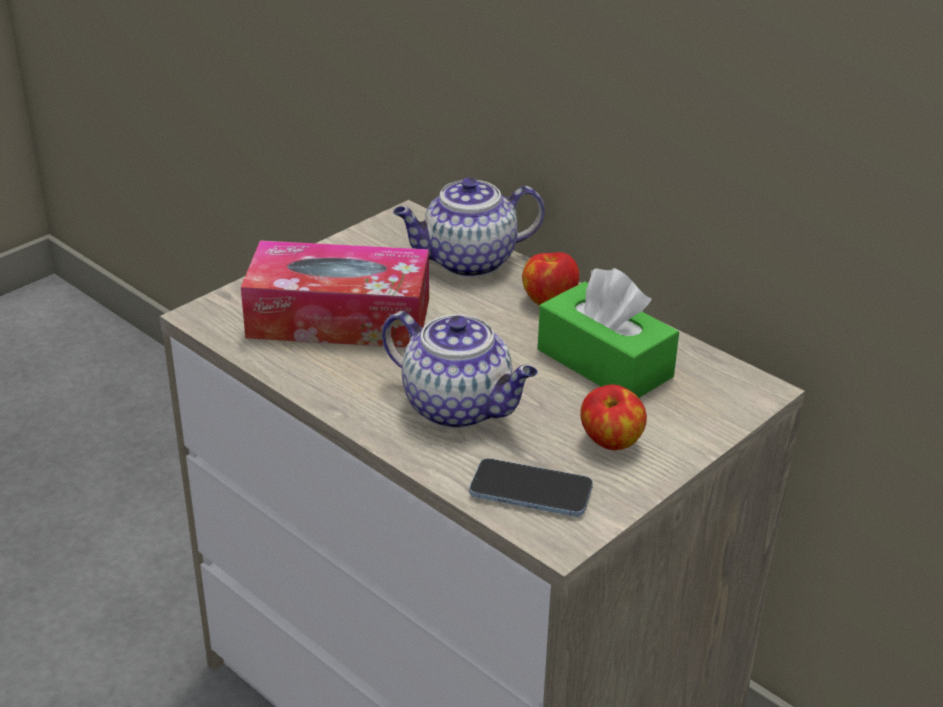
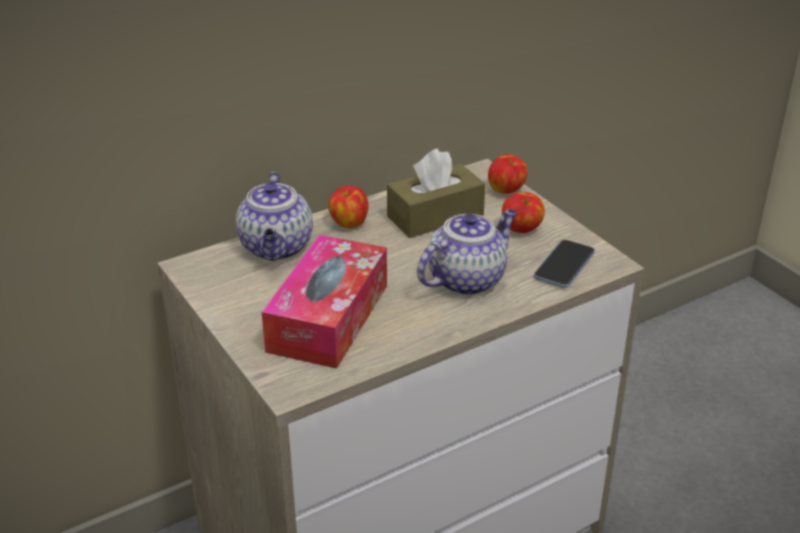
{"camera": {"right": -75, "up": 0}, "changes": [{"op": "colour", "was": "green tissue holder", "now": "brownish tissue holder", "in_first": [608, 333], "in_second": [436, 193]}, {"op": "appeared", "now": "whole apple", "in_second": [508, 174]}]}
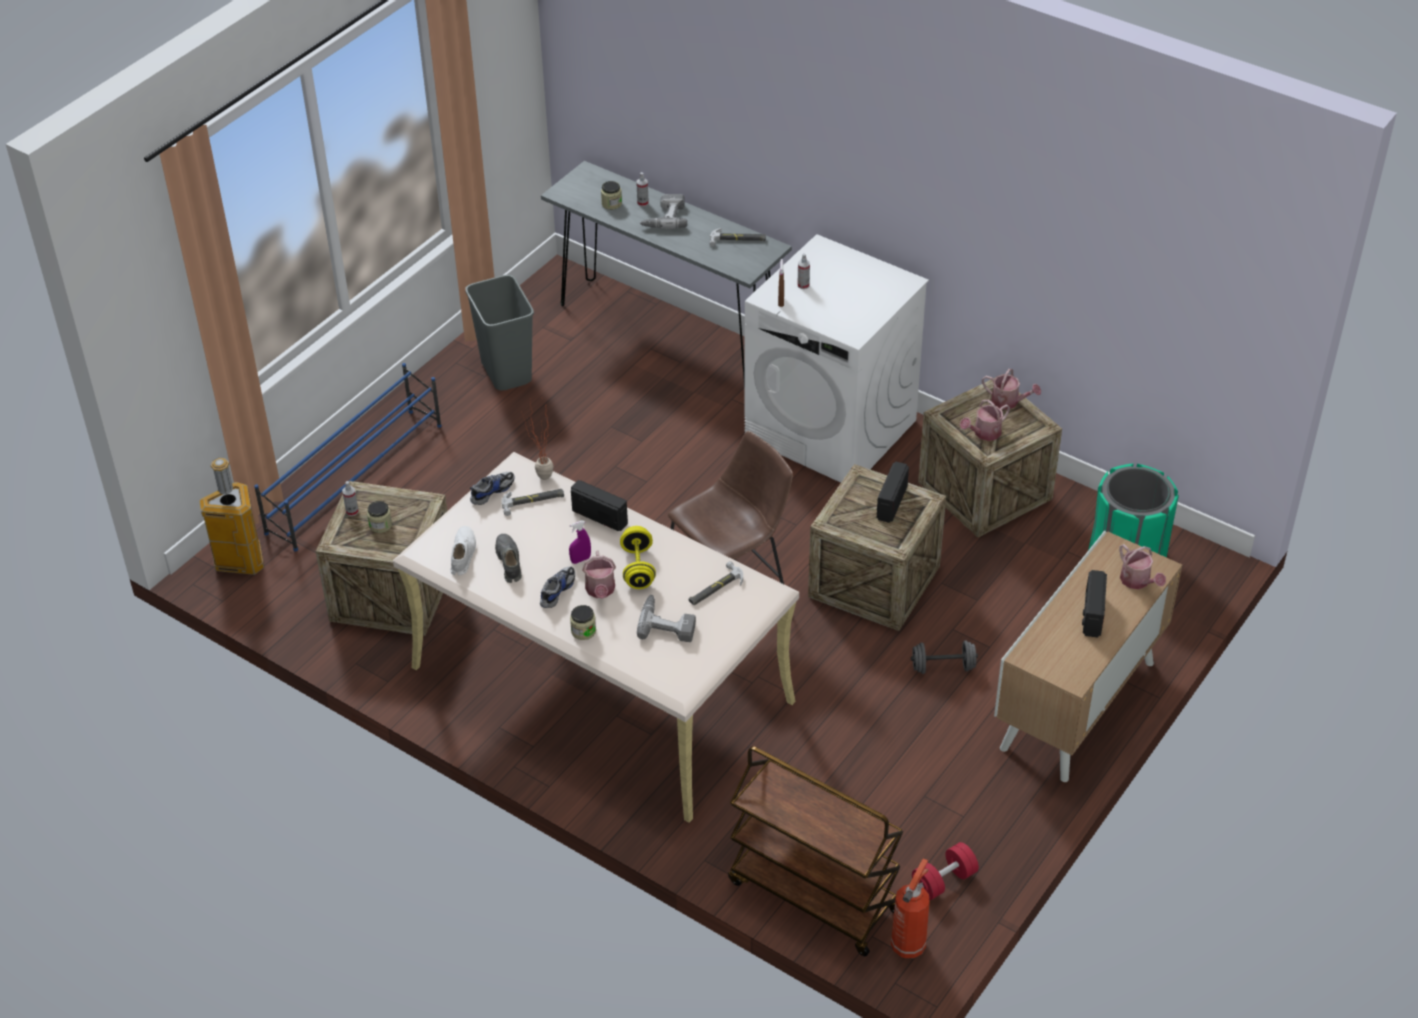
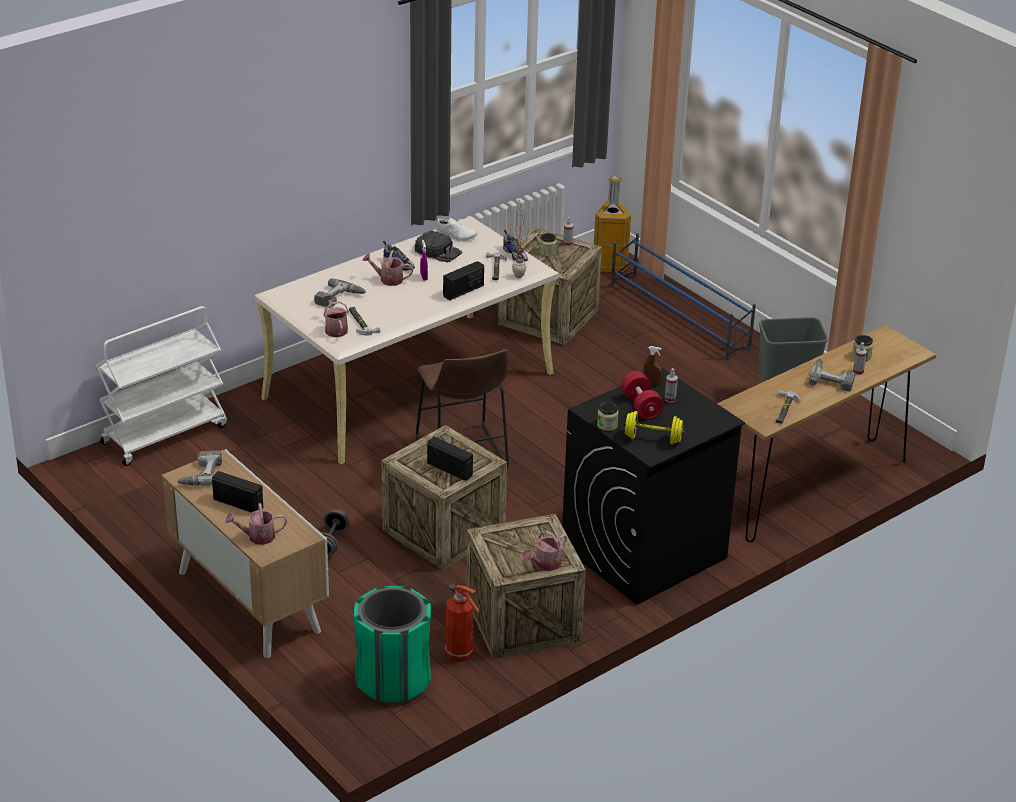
{"camera": {"right": 105, "up": -10}, "changes": [{"op": "exchanged", "was": "greyish item of footwear", "now": "black cap", "in_first": [508, 558], "in_second": [438, 246]}, {"op": "colour", "was": "greyish console table", "now": "brownish console table", "in_first": [666, 274], "in_second": [826, 433]}, {"op": "relocated", "was": "jar", "in_first": [583, 622], "in_second": [608, 416]}, {"op": "relocated", "was": "yellowish dumbbell", "in_first": [638, 557], "in_second": [654, 427]}, {"op": "colour", "was": "brownish cart", "now": "white-coloured cart", "in_first": [816, 851], "in_second": [161, 386]}, {"op": "colour", "was": "white-coloured laundry appliance", "now": "black laundry appliance", "in_first": [837, 358], "in_second": [653, 486]}, {"op": "relocated", "was": "fire-fighting cylinder", "in_first": [910, 908], "in_second": [462, 623]}, {"op": "relocated", "was": "red dumbbell", "in_first": [945, 871], "in_second": [642, 395]}, {"op": "relocated", "was": "watering pot", "in_first": [985, 420], "in_second": [336, 316]}, {"op": "appeared", "now": "drill", "in_second": [199, 468]}]}
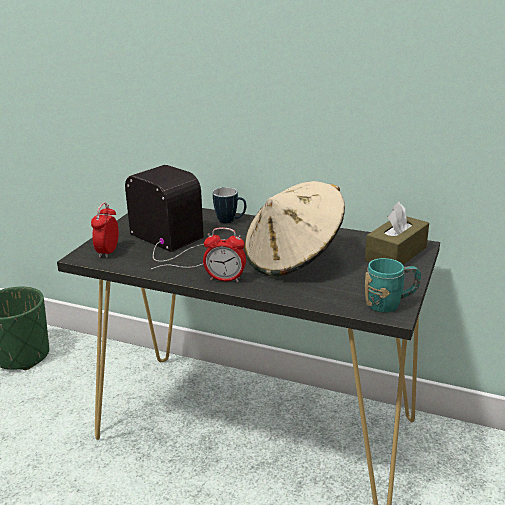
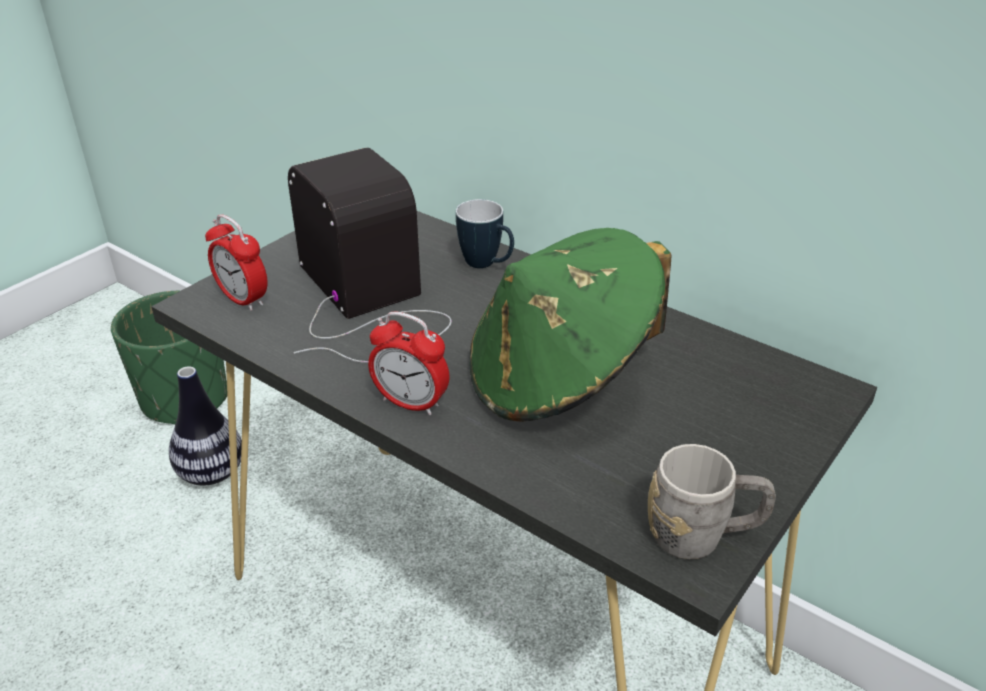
{"camera": {"right": 15, "up": 10}, "changes": [{"op": "spun", "was": "table clock", "in_first": [105, 230], "in_second": [236, 262], "clockwise": -75}, {"op": "colour", "was": "beige wearable hat", "now": "green wearable hat", "in_first": [294, 229], "in_second": [570, 325]}, {"op": "missing", "was": "brownish tissue holder", "in_first": [397, 233]}, {"op": "colour", "was": "turquoise coffee mug", "now": "greyish coffee mug", "in_first": [393, 285], "in_second": [712, 502]}, {"op": "appeared", "now": "decorative vase", "in_second": [205, 425]}]}
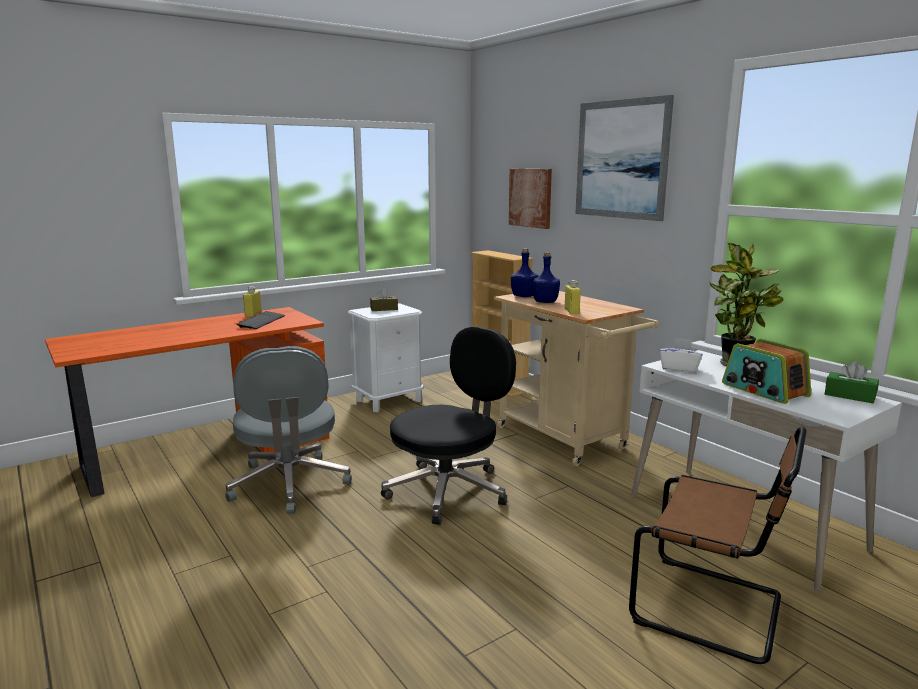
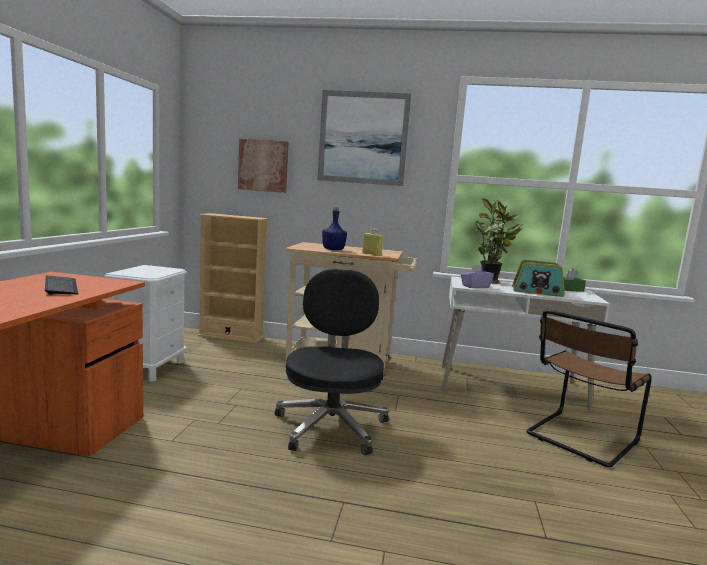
{"camera": {"right": -45, "up": -5}, "changes": [{"op": "missing", "was": "greyish desk chair", "in_first": [288, 430]}, {"op": "missing", "was": "yellowish beverage bottle", "in_first": [252, 301]}, {"op": "missing", "was": "brownish tissue holder", "in_first": [384, 299]}, {"op": "missing", "was": "bluish beverage bottle", "in_first": [525, 272]}, {"op": "spun", "was": "brownish plain chair", "in_first": [718, 545], "in_second": [589, 388], "clockwise": 150}, {"op": "colour", "was": "white-coloured tissue holder", "now": "purplish tissue holder", "in_first": [681, 355], "in_second": [477, 276]}]}
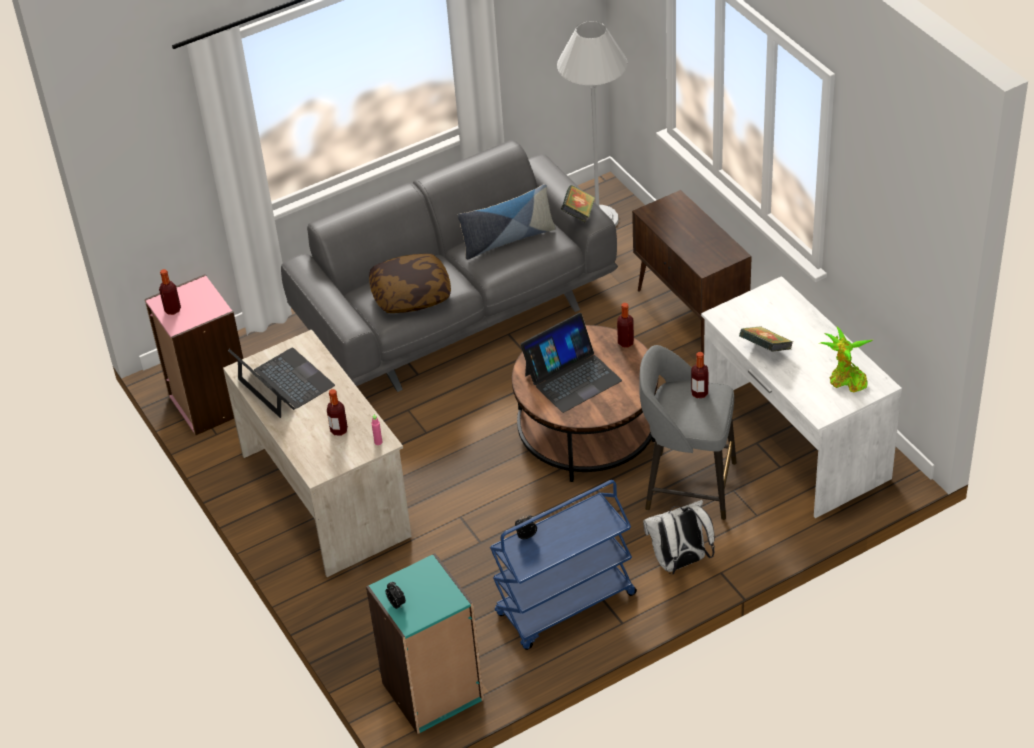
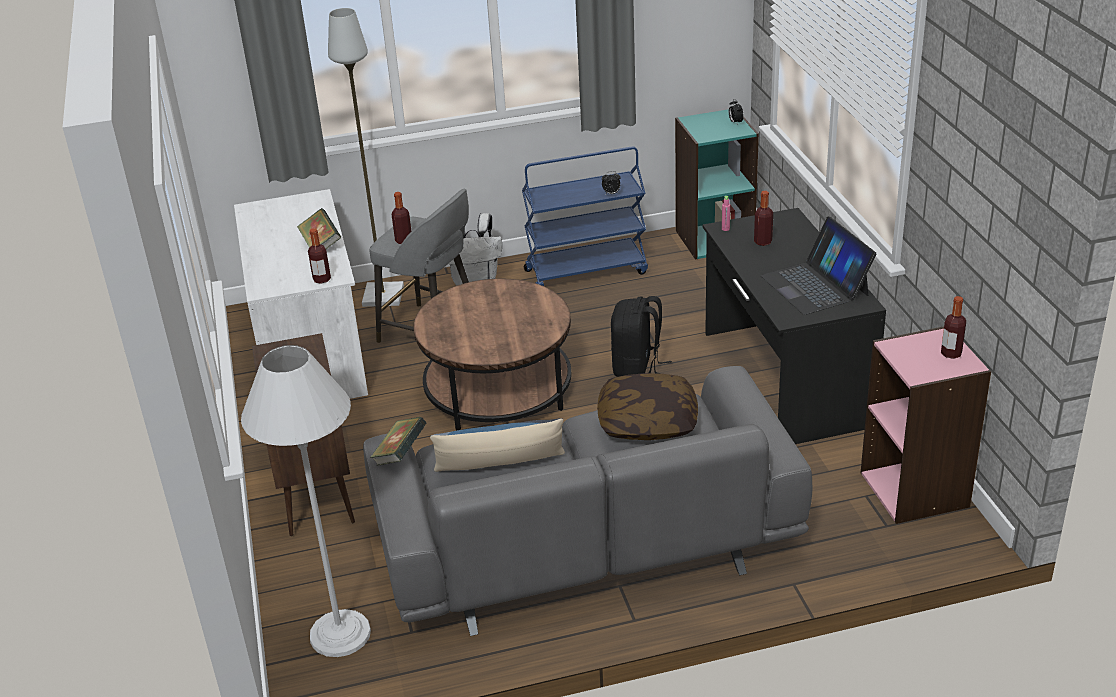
{"camera": {"right": -165, "up": -10}, "changes": [{"op": "colour", "was": "beige desk unit", "now": "black desk unit", "in_first": [317, 453], "in_second": [794, 326]}, {"op": "missing", "was": "notebook computer", "in_first": [571, 363]}, {"op": "relocated", "was": "beverage bottle", "in_first": [625, 325], "in_second": [319, 256]}, {"op": "missing", "was": "plant in a pot", "in_first": [845, 359]}, {"op": "appeared", "now": "greyish standing lamp", "in_second": [366, 157]}, {"op": "appeared", "now": "black backpack", "in_second": [641, 336]}]}
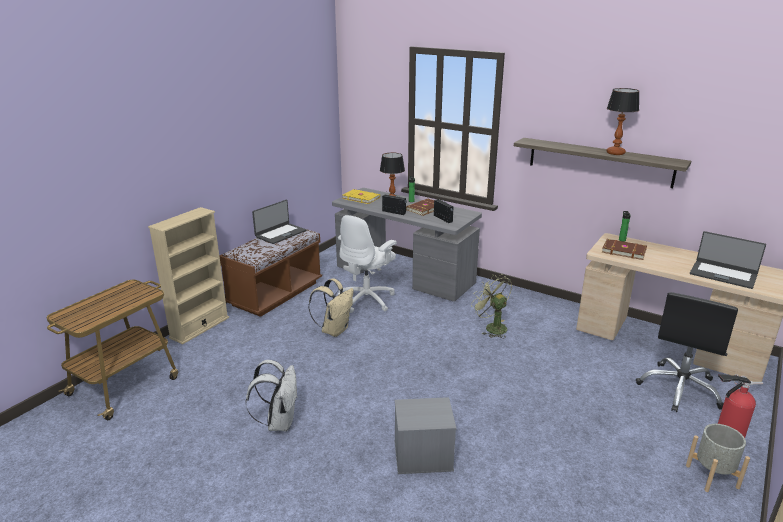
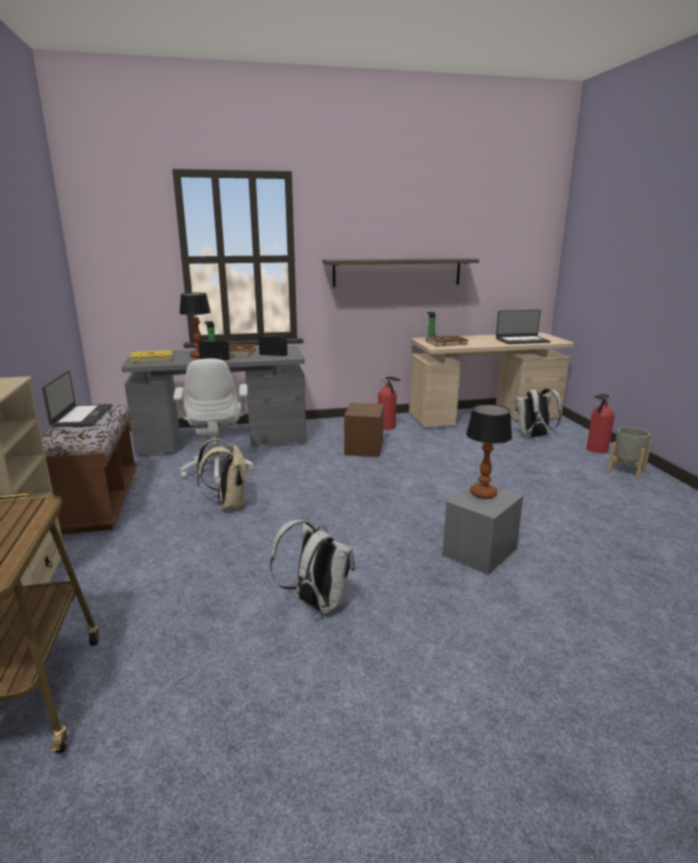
{"camera": {"right": -45, "up": -5}, "changes": [{"op": "exchanged", "was": "green cooling fan", "now": "brownish storage box", "in_first": [491, 306], "in_second": [364, 430]}, {"op": "relocated", "was": "table lamp", "in_first": [622, 121], "in_second": [489, 451]}, {"op": "exchanged", "was": "black desk chair", "now": "white-coloured backpack", "in_first": [687, 352], "in_second": [537, 413]}, {"op": "appeared", "now": "fire-fighting cylinder", "in_second": [389, 403]}]}
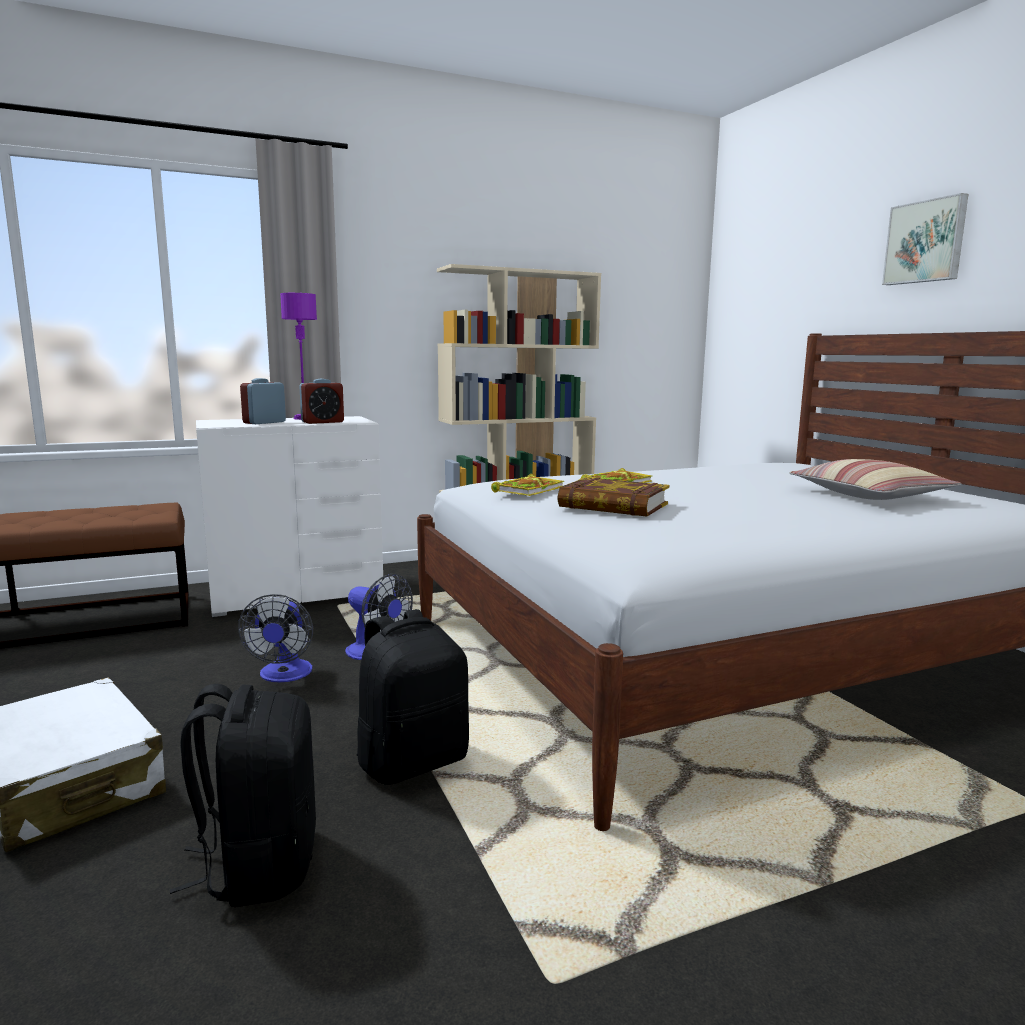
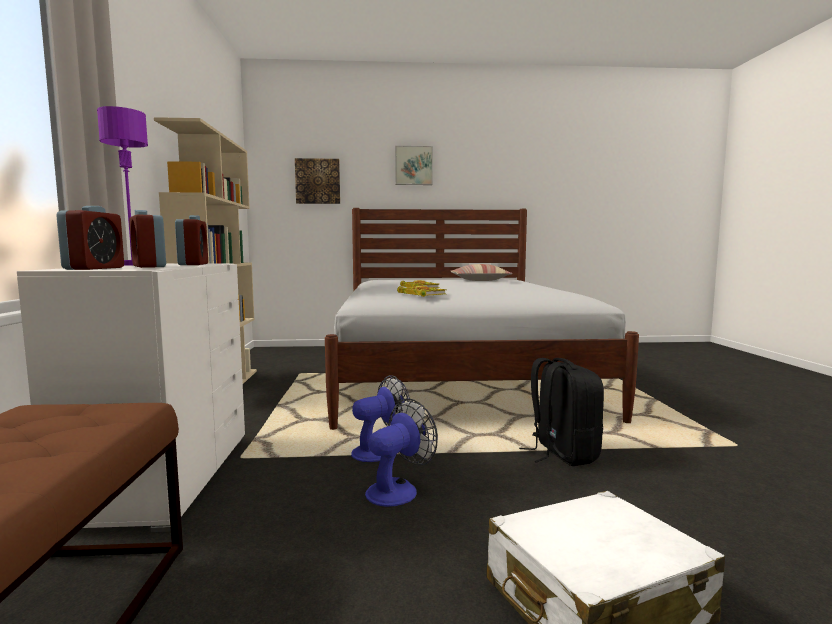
{"camera": {"right": -70, "up": -5}, "changes": [{"op": "missing", "was": "black backpack", "in_first": [243, 795]}, {"op": "spun", "was": "cooling fan", "in_first": [275, 638], "in_second": [401, 453], "clockwise": -60}, {"op": "missing", "was": "bound book", "in_first": [613, 497]}, {"op": "appeared", "now": "table clock", "in_second": [90, 238]}, {"op": "appeared", "now": "wall picture", "in_second": [317, 181]}]}
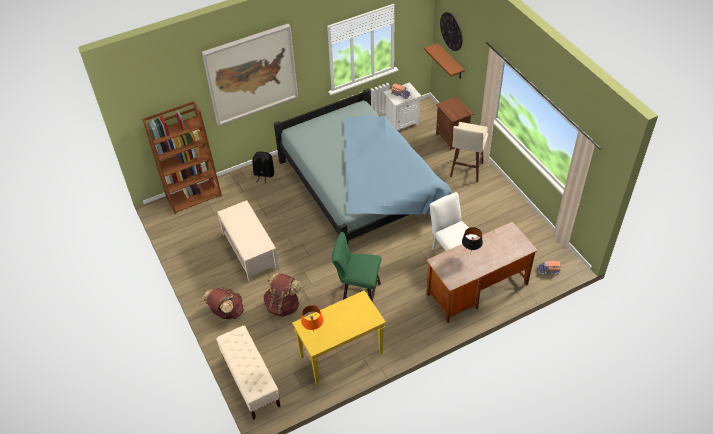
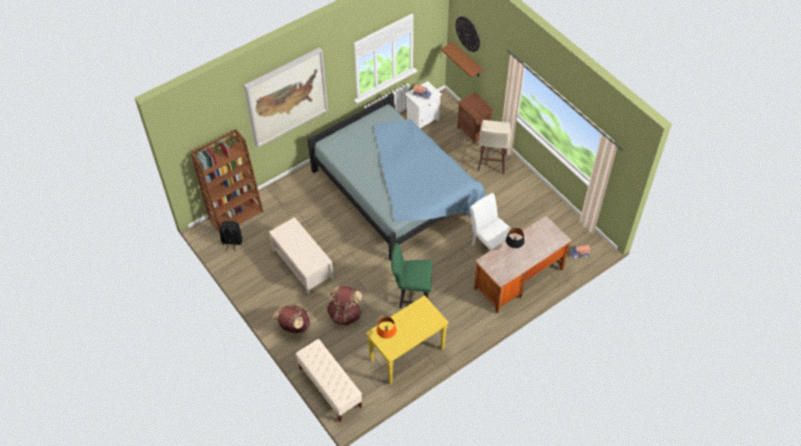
{"camera": {"right": -10, "up": 5}, "changes": [{"op": "relocated", "was": "black backpack", "in_first": [263, 167], "in_second": [231, 236]}]}
